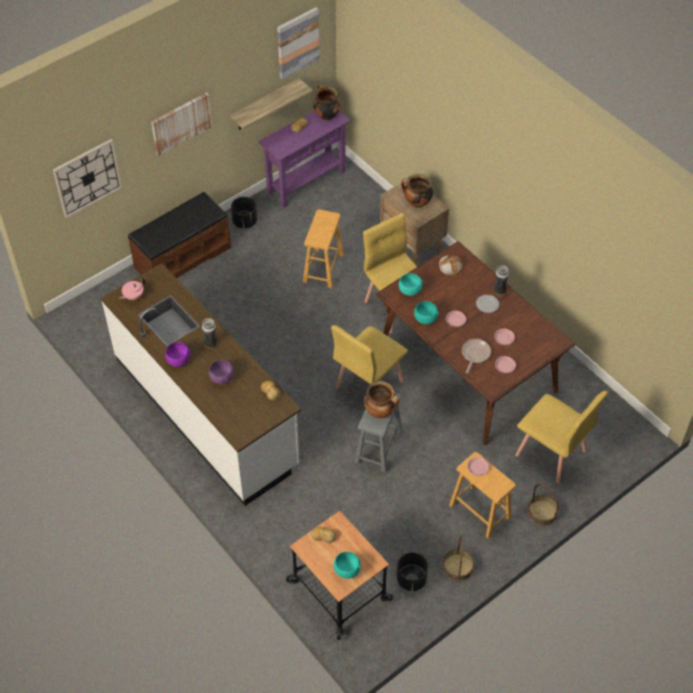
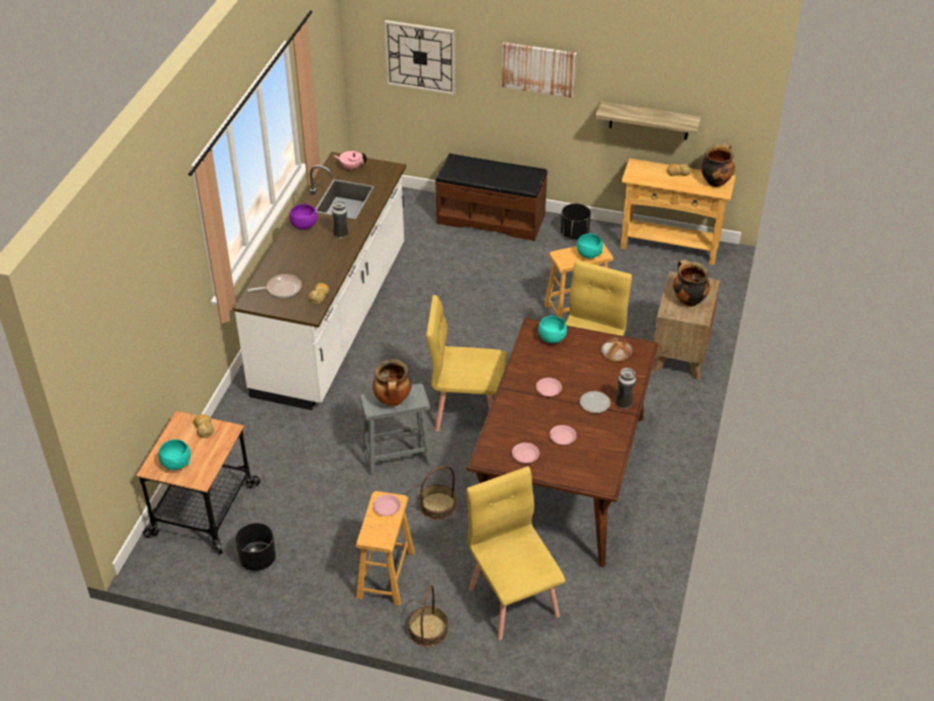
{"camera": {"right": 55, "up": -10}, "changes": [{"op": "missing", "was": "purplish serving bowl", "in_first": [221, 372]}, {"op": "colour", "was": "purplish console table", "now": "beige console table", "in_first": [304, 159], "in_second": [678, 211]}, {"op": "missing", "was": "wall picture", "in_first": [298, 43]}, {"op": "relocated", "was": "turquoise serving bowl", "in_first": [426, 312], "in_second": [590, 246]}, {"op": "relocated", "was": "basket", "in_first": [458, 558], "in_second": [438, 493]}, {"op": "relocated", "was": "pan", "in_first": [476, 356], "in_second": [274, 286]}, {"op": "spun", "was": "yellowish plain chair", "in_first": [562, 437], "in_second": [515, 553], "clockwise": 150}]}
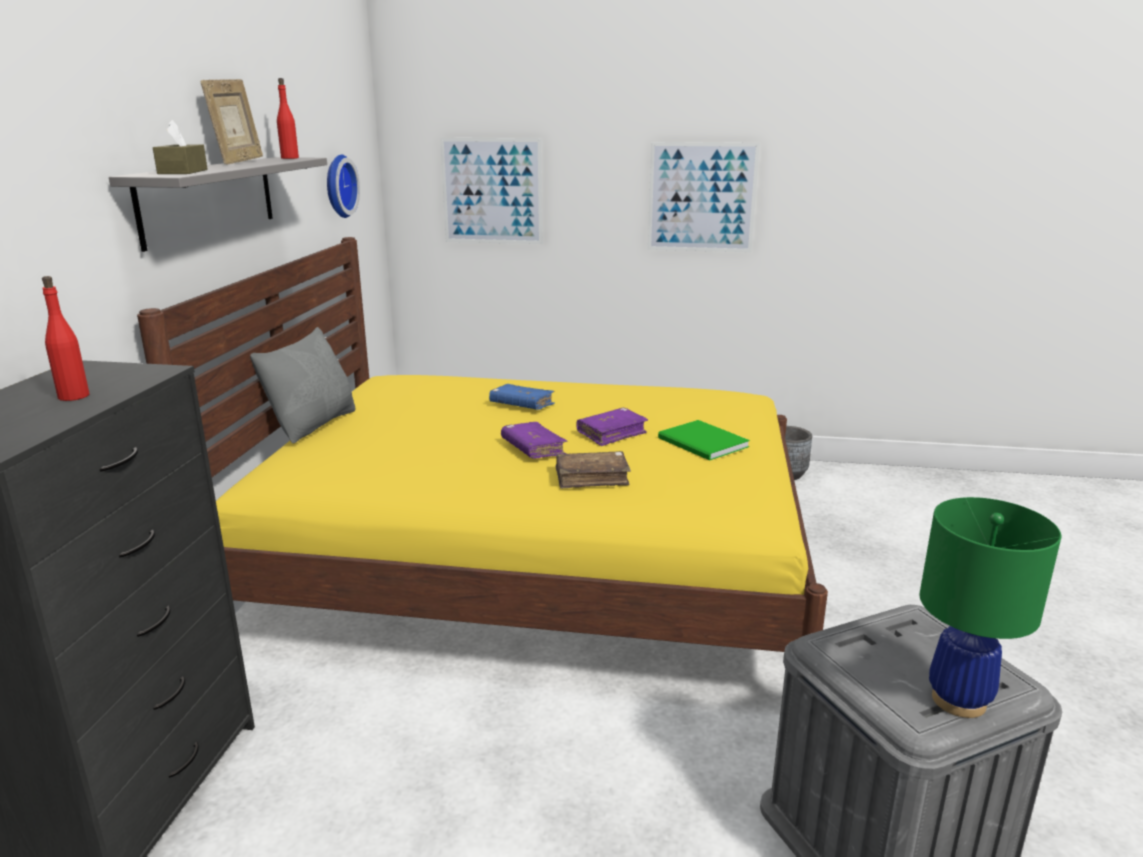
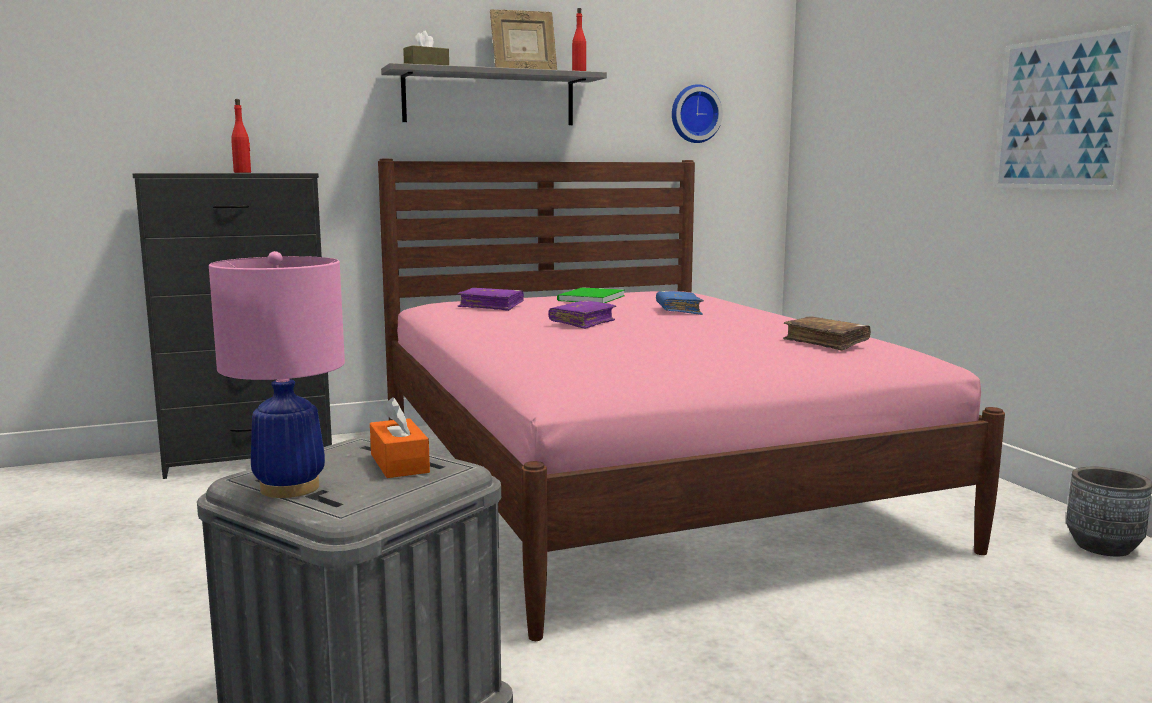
{"camera": {"right": 60, "up": -10}, "changes": [{"op": "colour", "was": "yellowish sleeping bed", "now": "pinkish sleeping bed", "in_first": [482, 444], "in_second": [691, 400]}, {"op": "missing", "was": "greyish throw pillow", "in_first": [303, 385]}, {"op": "missing", "was": "wall picture", "in_first": [491, 191]}, {"op": "relocated", "was": "brownish bound book", "in_first": [593, 469], "in_second": [827, 333]}, {"op": "relocated", "was": "purplish bound book", "in_first": [612, 427], "in_second": [490, 299]}, {"op": "relocated", "was": "green bound book", "in_first": [704, 440], "in_second": [591, 295]}, {"op": "colour", "was": "green table lamp", "now": "pinkish table lamp", "in_first": [990, 607], "in_second": [277, 374]}, {"op": "appeared", "now": "orange-coloured tissue holder", "in_second": [400, 437]}]}
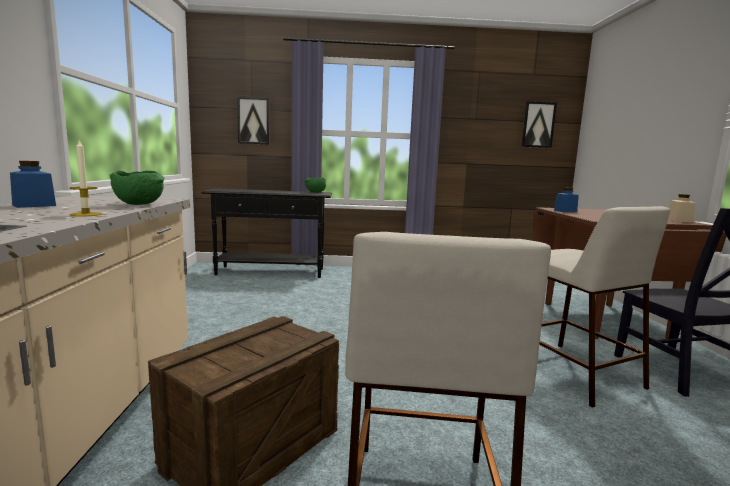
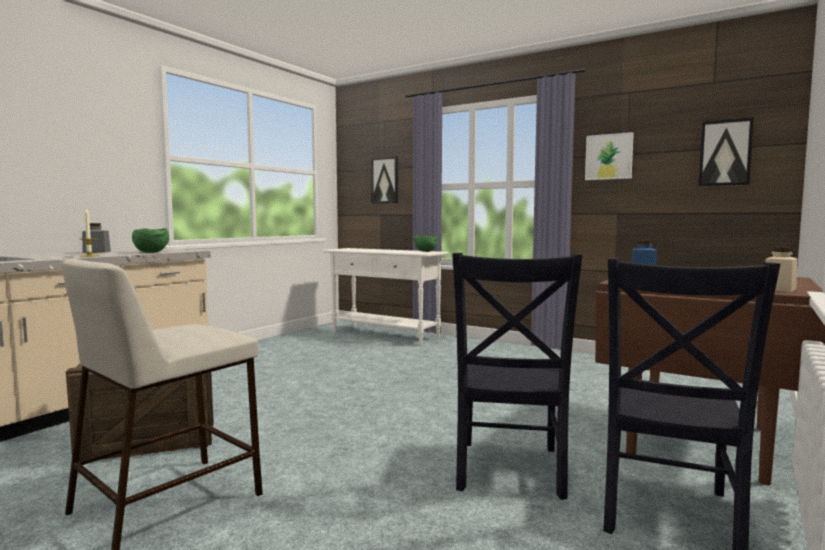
{"camera": {"right": 35, "up": -5}, "changes": [{"op": "colour", "was": "bluish jar", "now": "greyish jar", "in_first": [33, 184], "in_second": [96, 238]}, {"op": "colour", "was": "black console table", "now": "white-coloured console table", "in_first": [266, 233], "in_second": [386, 296]}, {"op": "exchanged", "was": "beige stool seat", "now": "black plain chair", "in_first": [605, 307], "in_second": [517, 376]}, {"op": "appeared", "now": "wall picture", "in_second": [609, 156]}]}
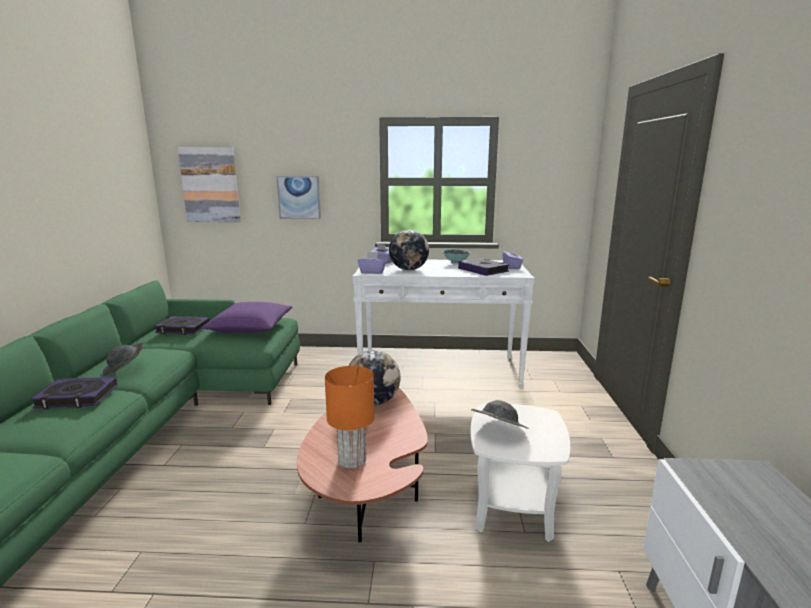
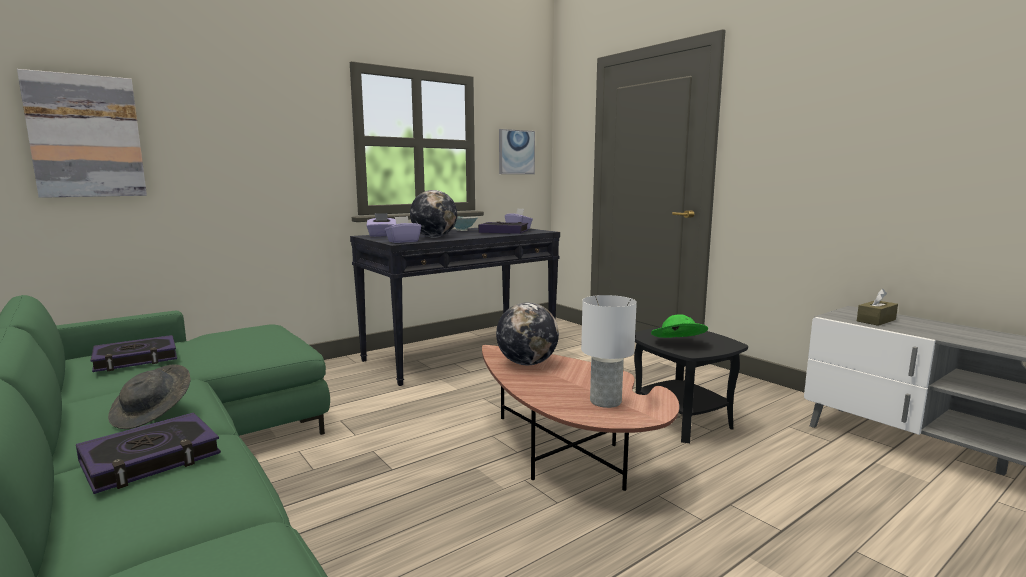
{"camera": {"right": -40, "up": -5}, "changes": [{"op": "missing", "was": "purplish throw pillow", "in_first": [246, 317]}, {"op": "relocated", "was": "wall picture", "in_first": [299, 197], "in_second": [517, 151]}, {"op": "colour", "was": "orange-coloured table lamp", "now": "white-coloured table lamp", "in_first": [349, 417], "in_second": [609, 351]}, {"op": "colour", "was": "white-coloured console table", "now": "black console table", "in_first": [443, 324], "in_second": [455, 307]}, {"op": "colour", "was": "white-coloured end table", "now": "black end table", "in_first": [520, 473], "in_second": [691, 385]}, {"op": "colour", "was": "greyish wearable hat", "now": "green wearable hat", "in_first": [500, 414], "in_second": [679, 326]}, {"op": "appeared", "now": "brownish tissue holder", "in_second": [877, 307]}]}
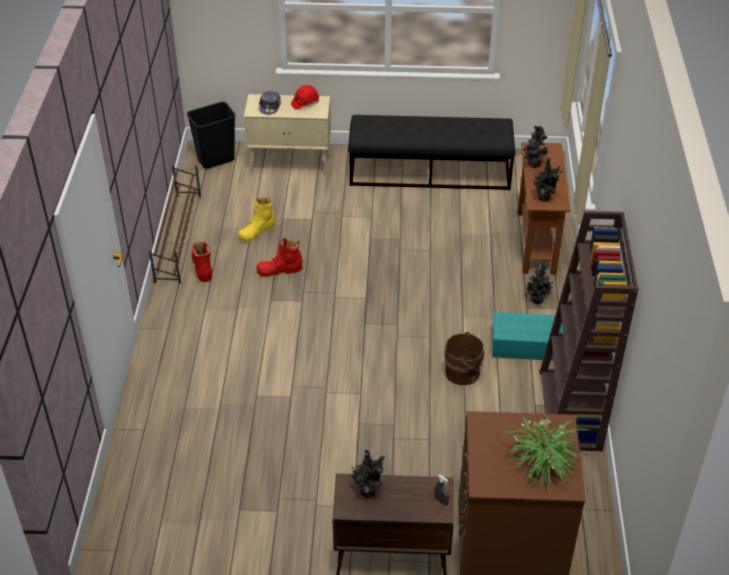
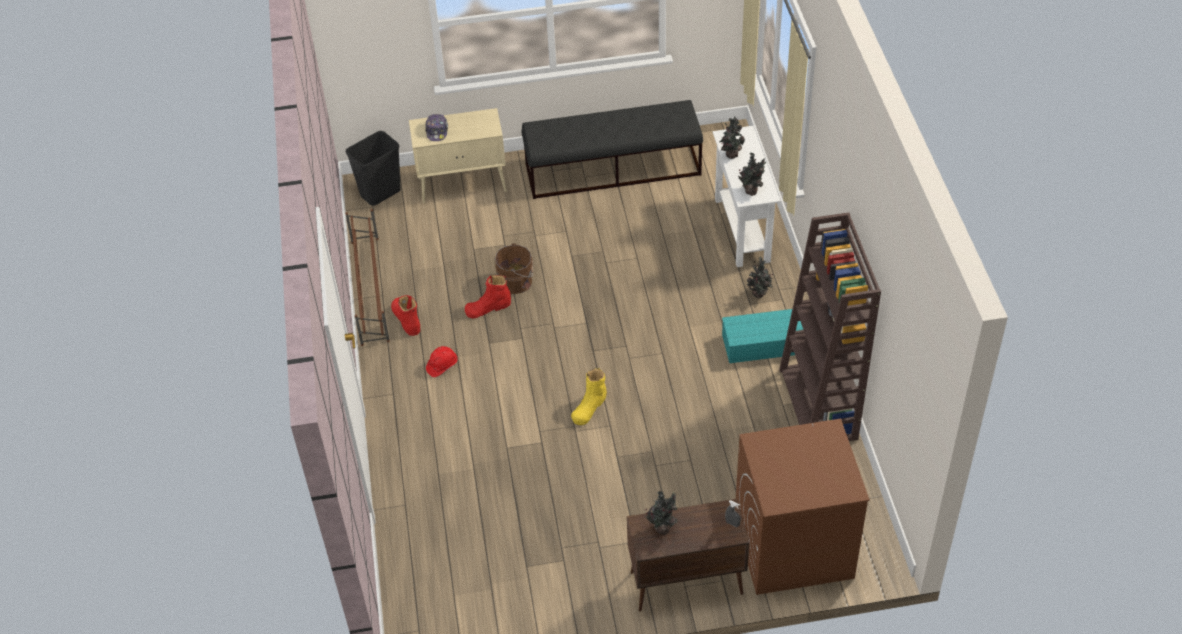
{"camera": {"right": -10, "up": 5}, "changes": [{"op": "relocated", "was": "yellowish boot", "in_first": [256, 219], "in_second": [589, 396]}, {"op": "relocated", "was": "red hard hat", "in_first": [305, 97], "in_second": [442, 361]}, {"op": "relocated", "was": "brownish pail", "in_first": [464, 358], "in_second": [514, 268]}, {"op": "missing", "was": "plant in a pot", "in_first": [544, 454]}, {"op": "colour", "was": "brownish console table", "now": "white-coloured console table", "in_first": [544, 208], "in_second": [747, 196]}]}
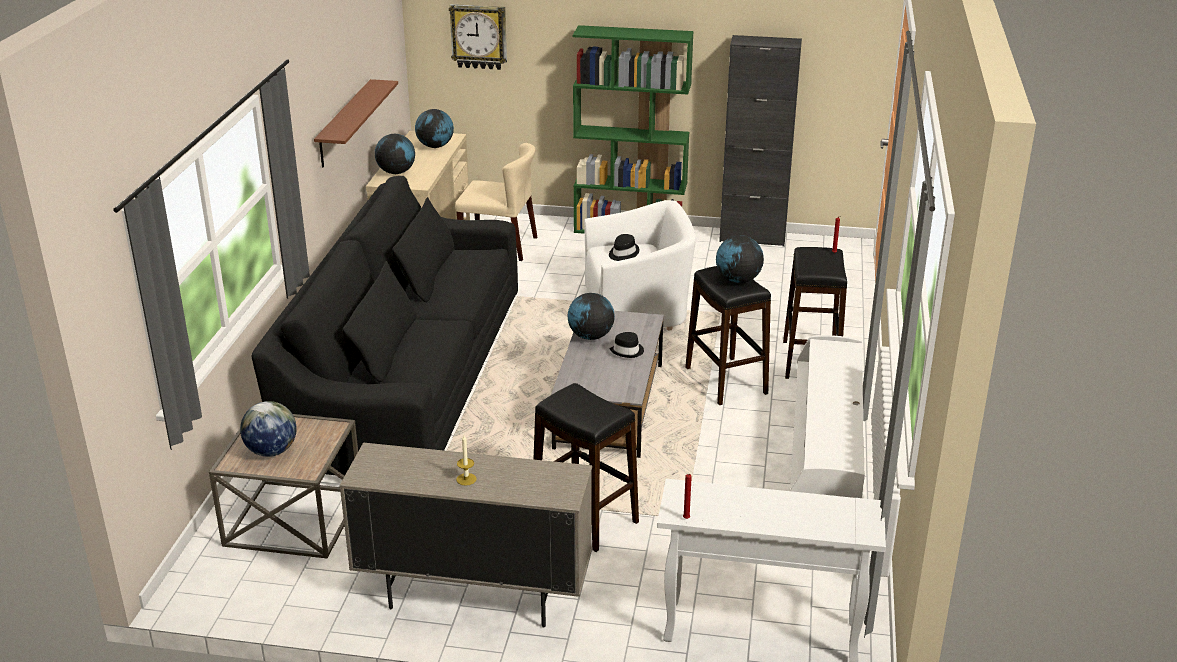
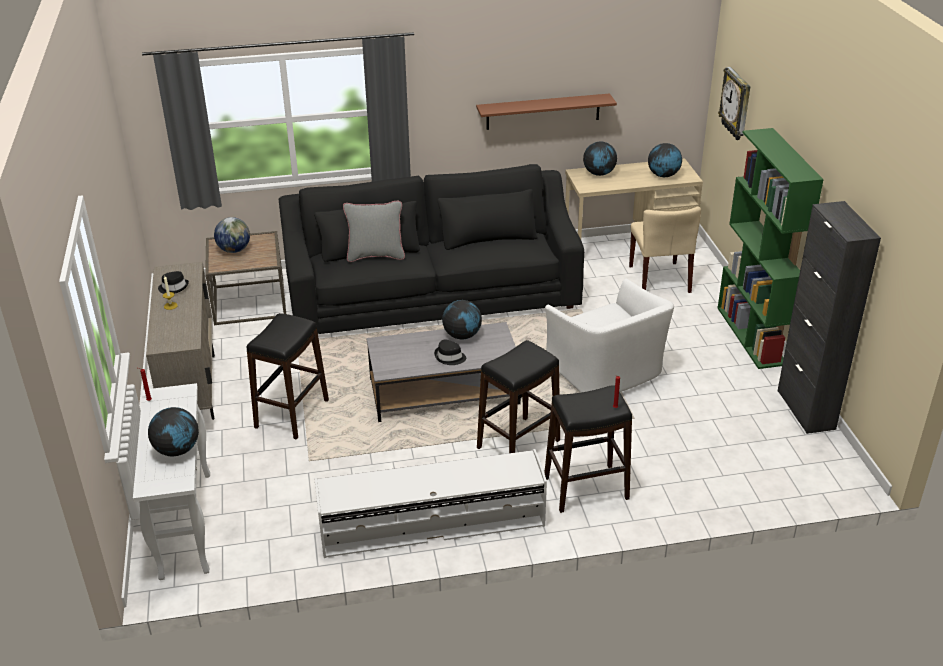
{"camera": {"right": 70, "up": 5}, "changes": [{"op": "relocated", "was": "black wearable hat", "in_first": [624, 247], "in_second": [173, 282]}, {"op": "relocated", "was": "world globe", "in_first": [740, 259], "in_second": [173, 431]}, {"op": "appeared", "now": "greyish throw pillow", "in_second": [374, 231]}]}
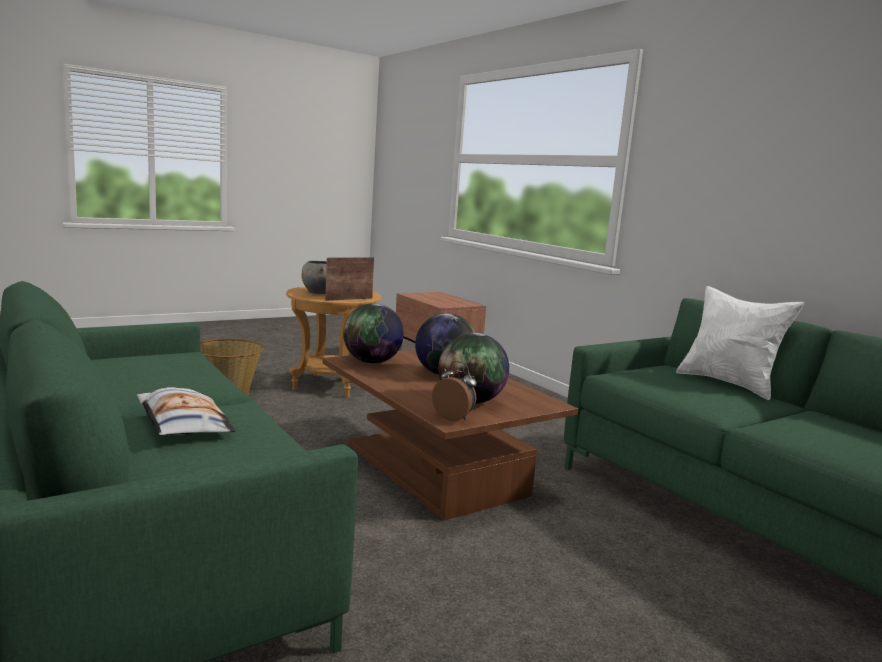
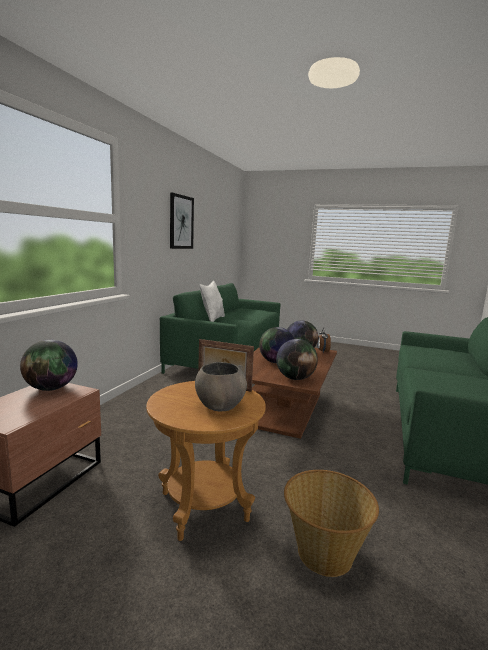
{"camera": {"right": -125, "up": 0}, "changes": [{"op": "missing", "was": "throw pillow", "in_first": [186, 411]}, {"op": "appeared", "now": "world globe", "in_second": [49, 365]}, {"op": "appeared", "now": "wall picture", "in_second": [182, 221]}]}
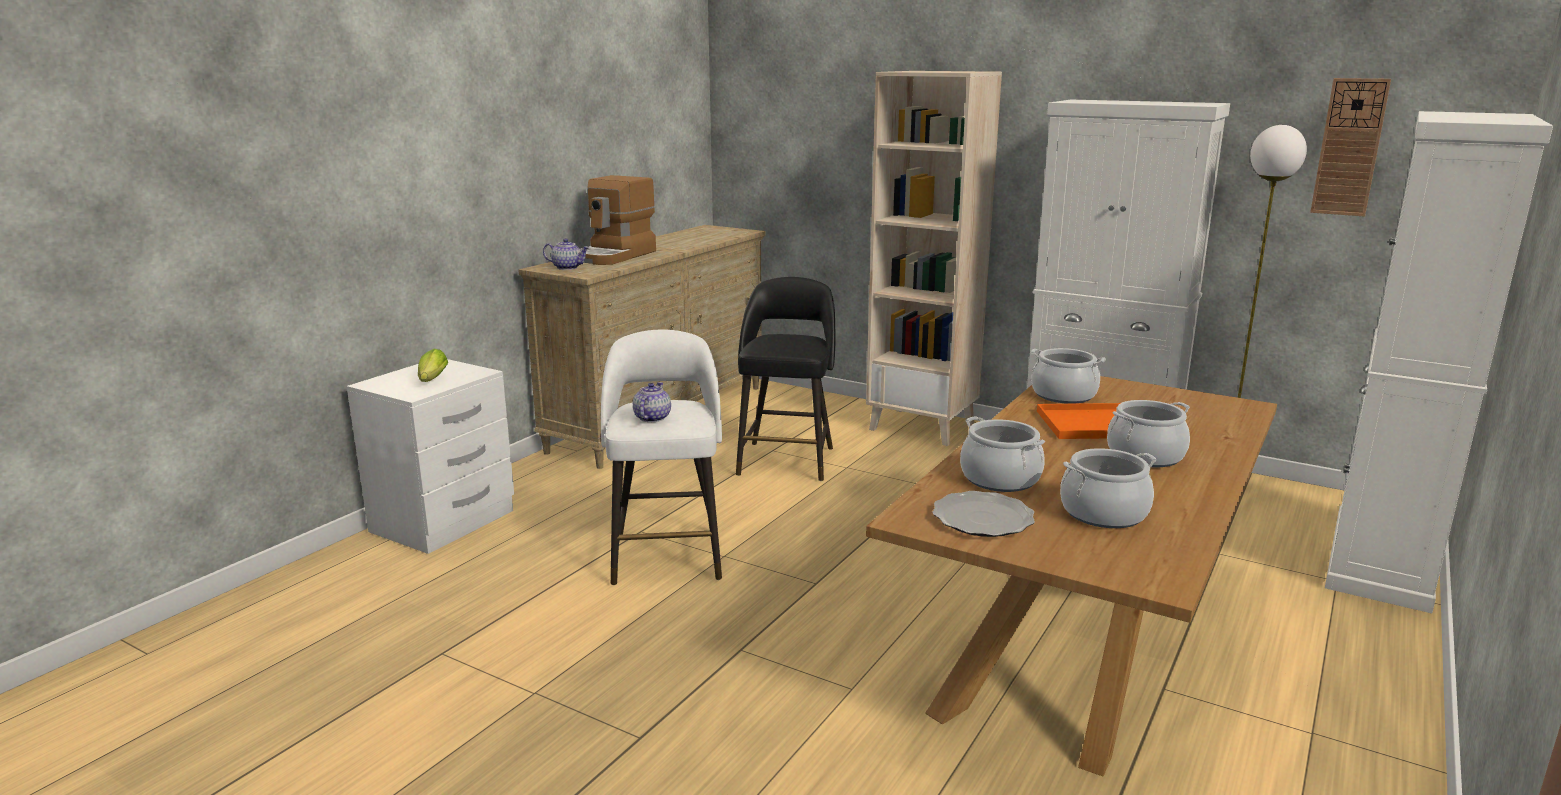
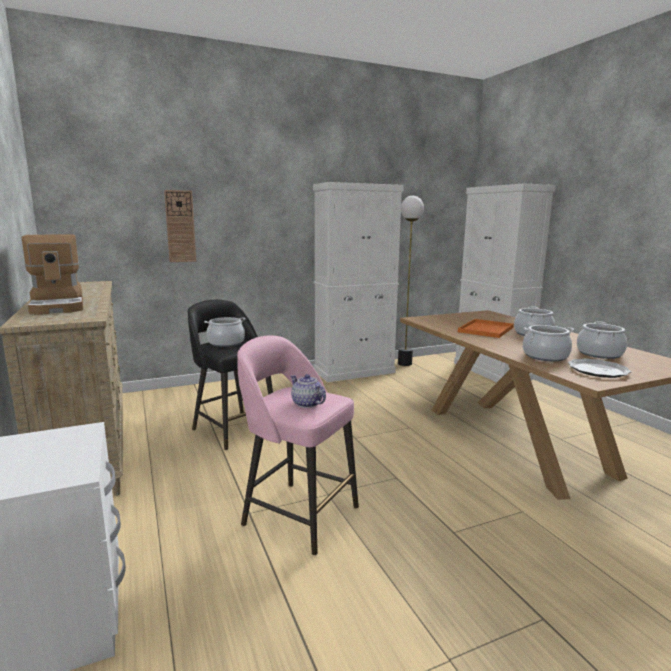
{"camera": {"right": -55, "up": -5}, "changes": [{"op": "missing", "was": "lettuce", "in_first": [433, 365]}, {"op": "missing", "was": "pot for tea", "in_first": [566, 254]}, {"op": "colour", "was": "white-coloured stool seat", "now": "pinkish stool seat", "in_first": [661, 457], "in_second": [298, 445]}, {"op": "missing", "was": "beige bookcase", "in_first": [934, 258]}, {"op": "relocated", "was": "saucepot", "in_first": [1068, 376], "in_second": [225, 332]}, {"op": "relocated", "was": "hanging clock", "in_first": [1350, 147], "in_second": [180, 226]}]}
